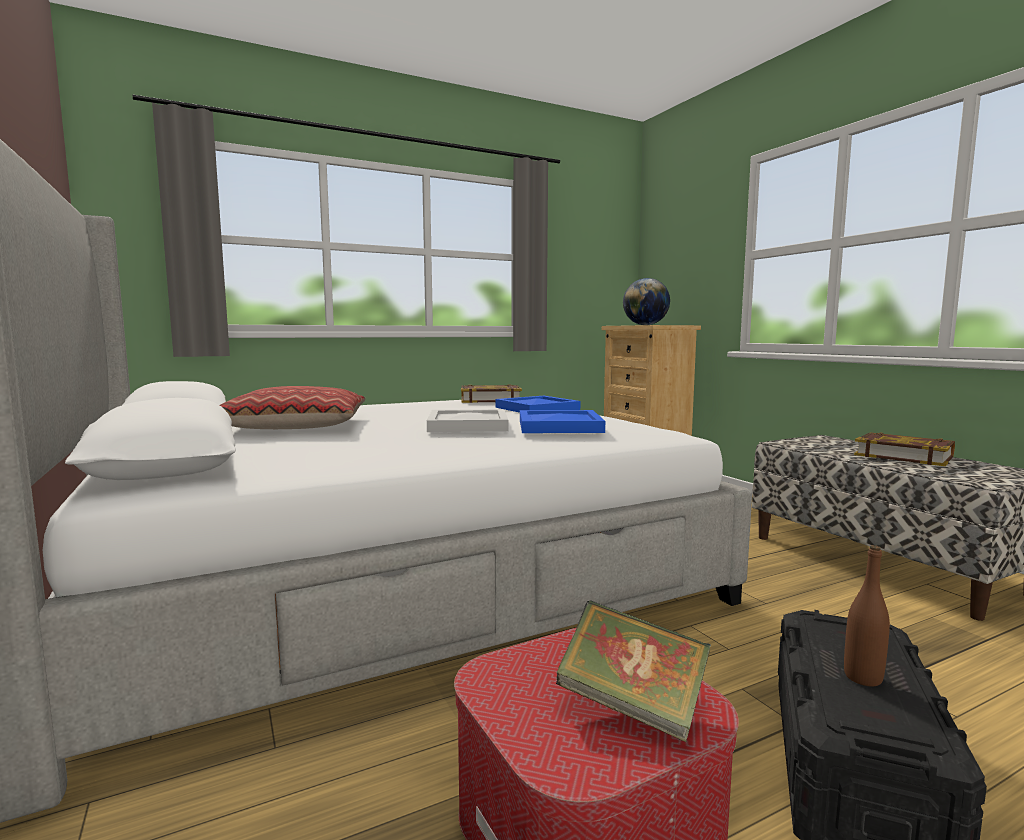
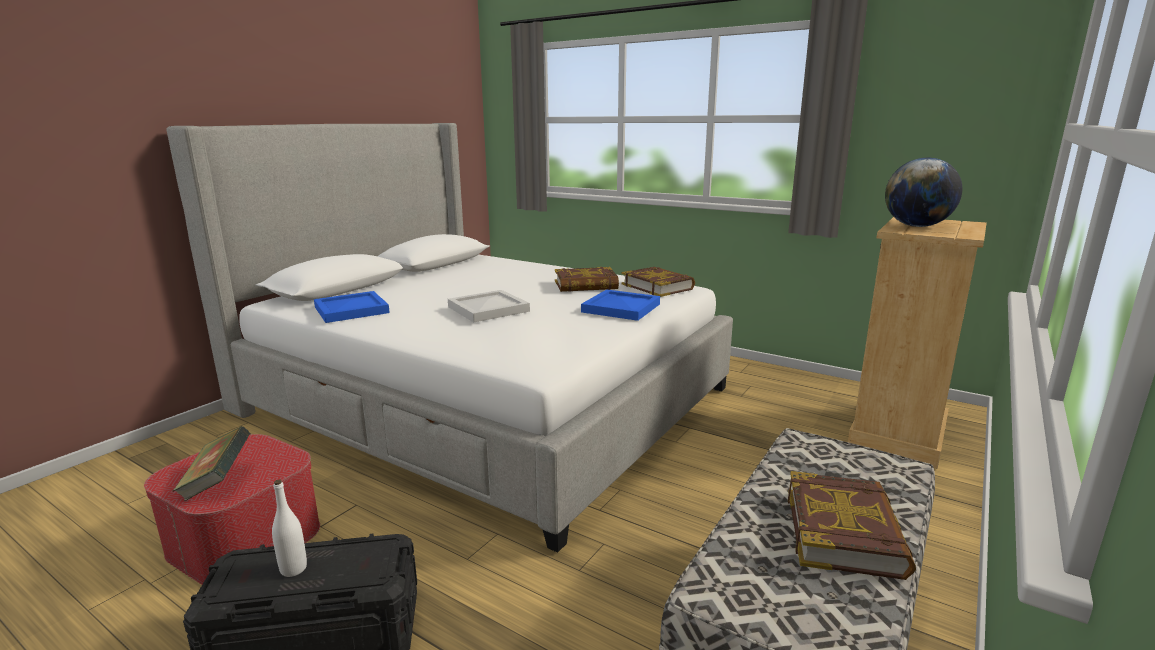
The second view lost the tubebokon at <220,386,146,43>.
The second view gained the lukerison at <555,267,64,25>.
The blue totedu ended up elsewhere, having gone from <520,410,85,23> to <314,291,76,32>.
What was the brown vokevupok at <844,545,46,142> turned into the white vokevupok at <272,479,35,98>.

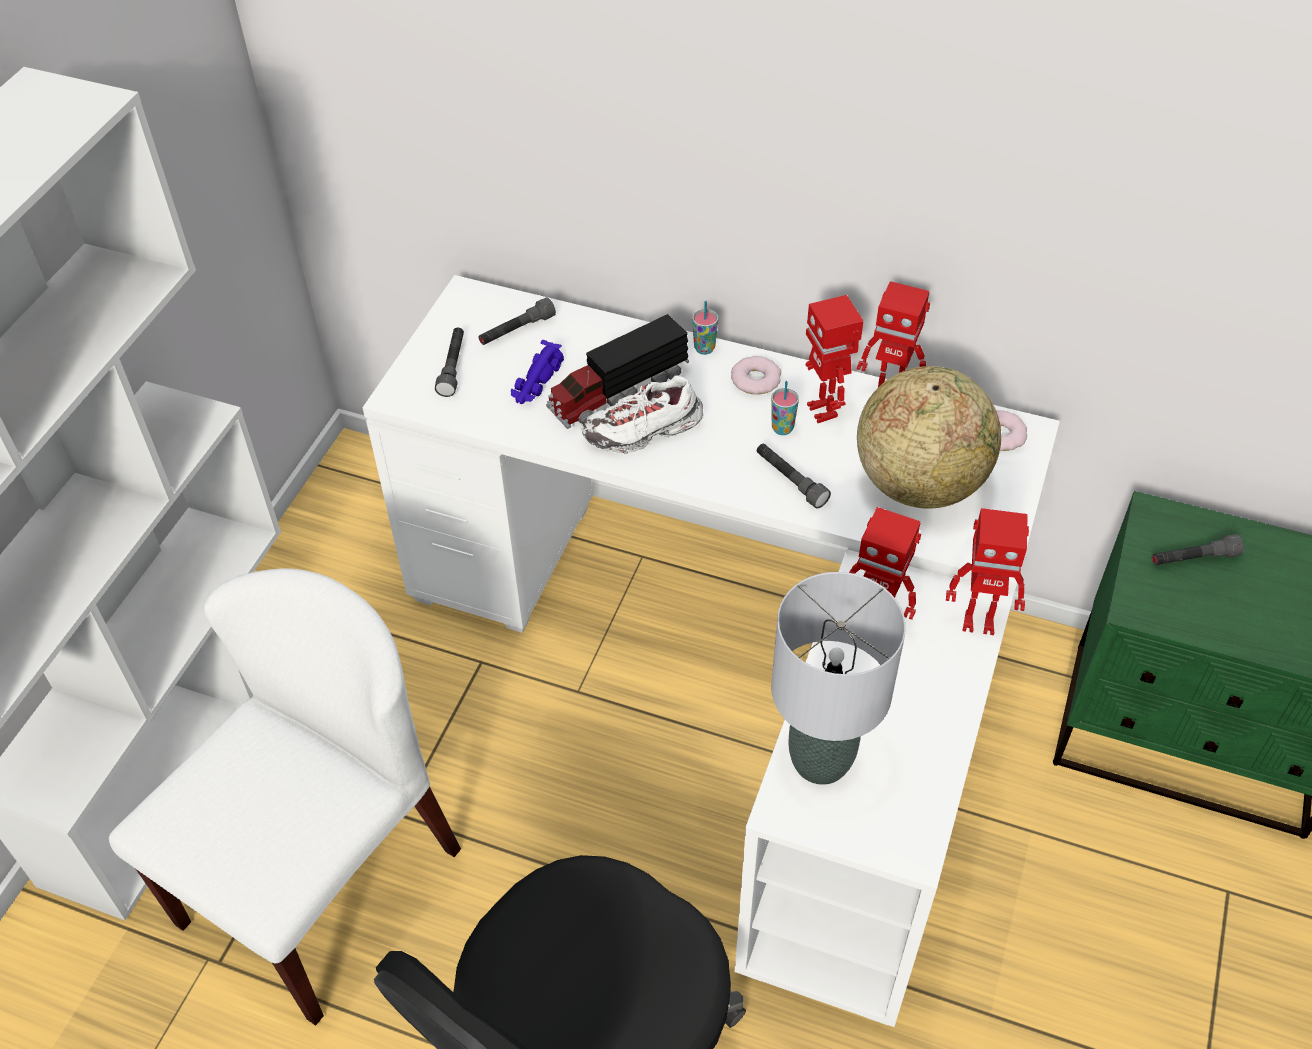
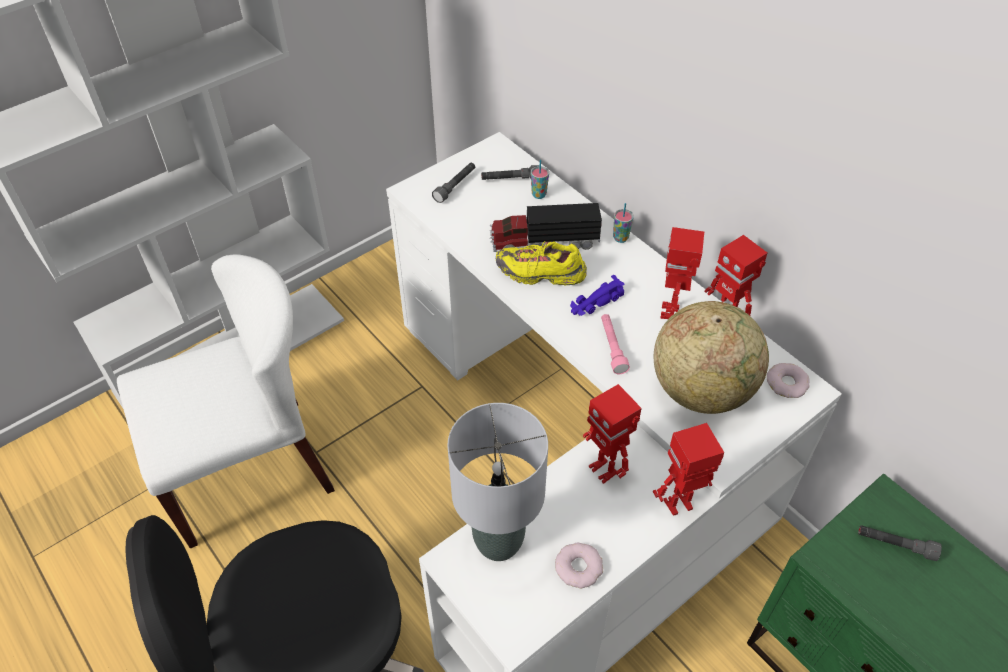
The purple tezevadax ended up elsewhere, having gone from <511,340,53,64> to <570,275,55,41>.
The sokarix ended up elsewhere, having gone from <731,356,50,39> to <555,542,48,46>.
The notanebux ended up elsewhere, having gone from <771,381,28,54> to <531,160,18,39>.
What was the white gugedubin at <580,375,123,79> turned into the yellow gugedubin at <496,241,91,45>.
What was the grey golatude at <757,444,74,64> turned into the pink golatude at <601,314,29,60>.
The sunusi at <946,508,83,127> ended up facing another way, 120 degrees clockwise from before.

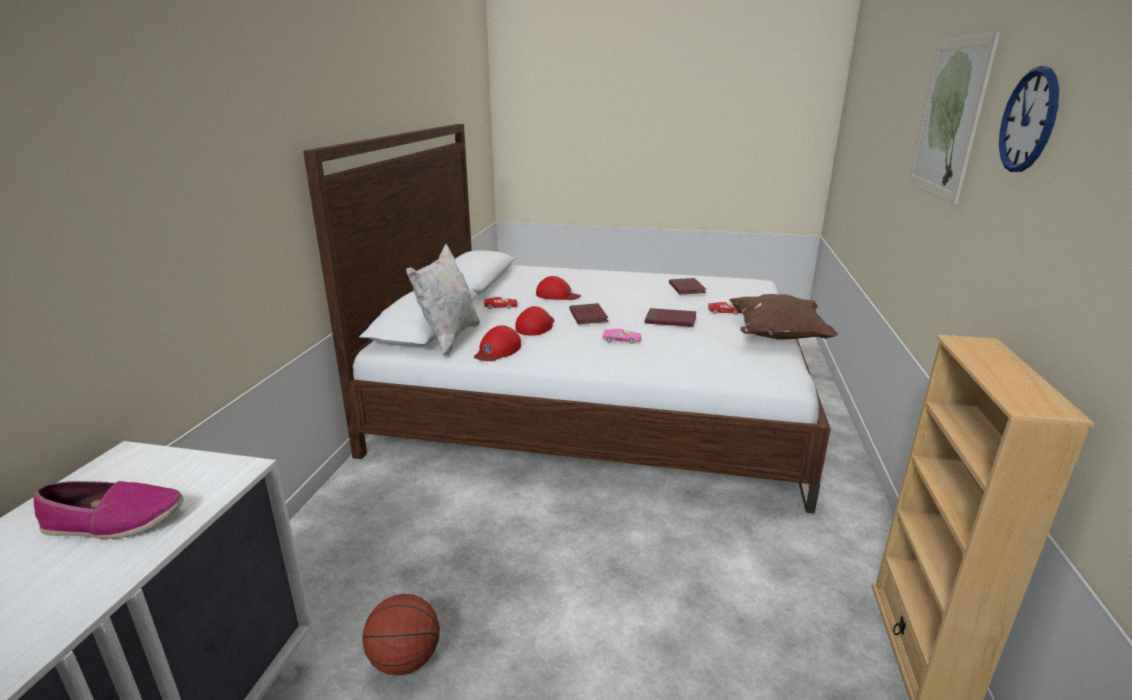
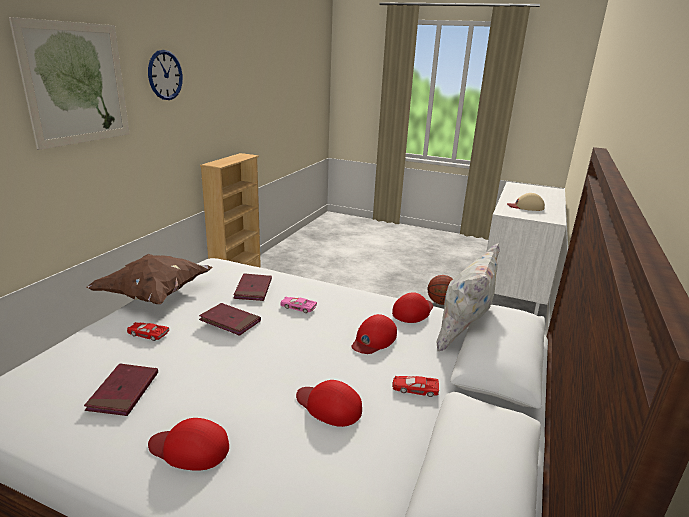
The second view gained the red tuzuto at <148,418,81,53>.
The red lukerison ended up elsewhere, having gone from <569,303,39,22> to <233,273,39,28>.
Where the gugedubin stood at <34,481,150,58>, the beige tuzuto came to stand at <507,193,38,18>.

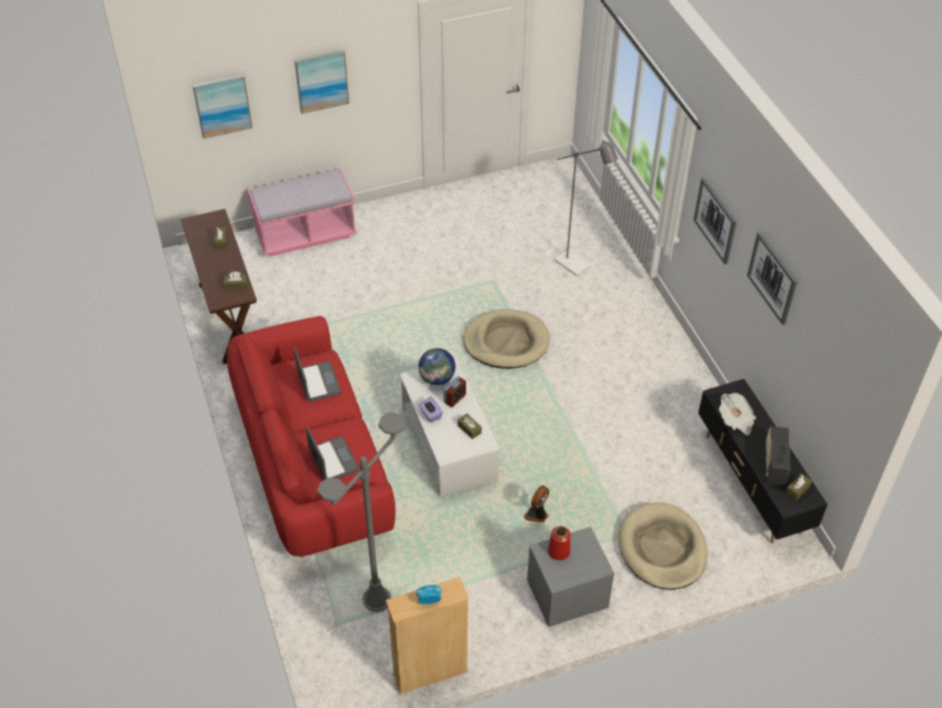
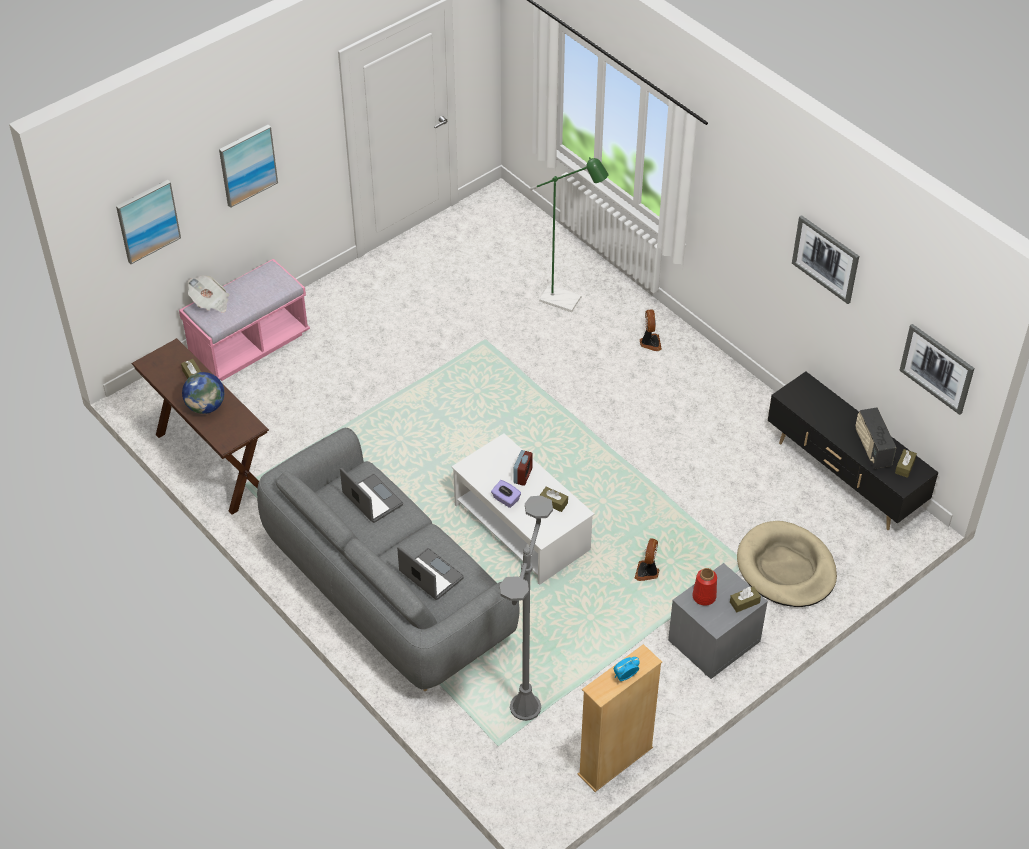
The second view lost the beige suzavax at <464,309,86,60>.
The second view gained the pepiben at <640,310,22,41>.
The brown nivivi ended up elsewhere, having gone from <224,272,23,18> to <730,586,31,26>.
The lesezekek ended up elsewhere, having gone from <418,348,38,37> to <182,372,42,42>.
The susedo ended up elsewhere, having gone from <694,177,43,87> to <899,324,75,91>.
The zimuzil ended up elsewhere, having gone from <719,393,37,42> to <188,275,41,38>.
What was the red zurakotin at <227,316,169,242> turned into the grey zurakotin at <257,428,262,263>.
What was the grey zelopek at <554,140,64,136> turned into the green zelopek at <530,157,78,155>.

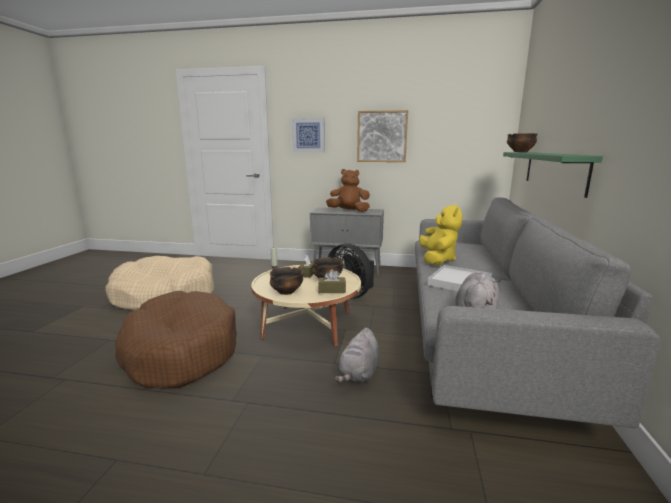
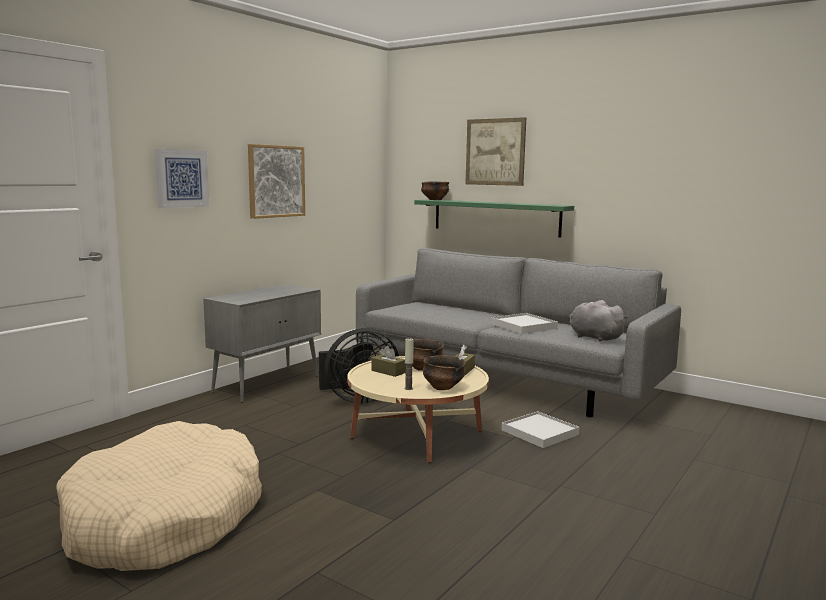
The second view lost the brown suzavax at <115,291,122,98>.
The second view lost the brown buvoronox at <326,169,44,43>.
The second view lost the yellow buvoronox at <419,204,43,61>.
The second view gained the susedo at <465,117,61,69>.
Where the grey buvoronox stood at <334,328,46,55>, the white totedu came to stand at <502,411,78,37>.

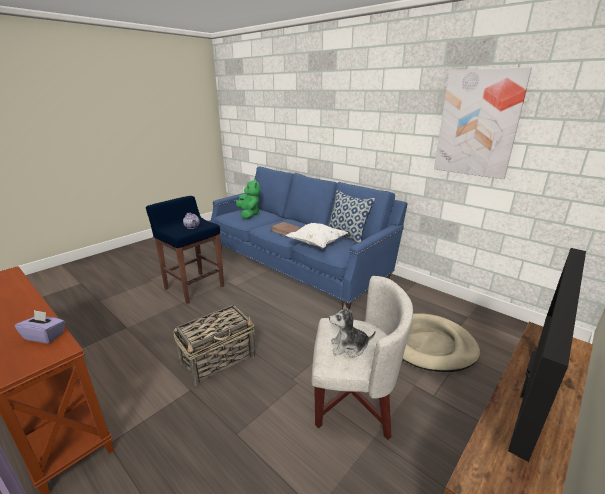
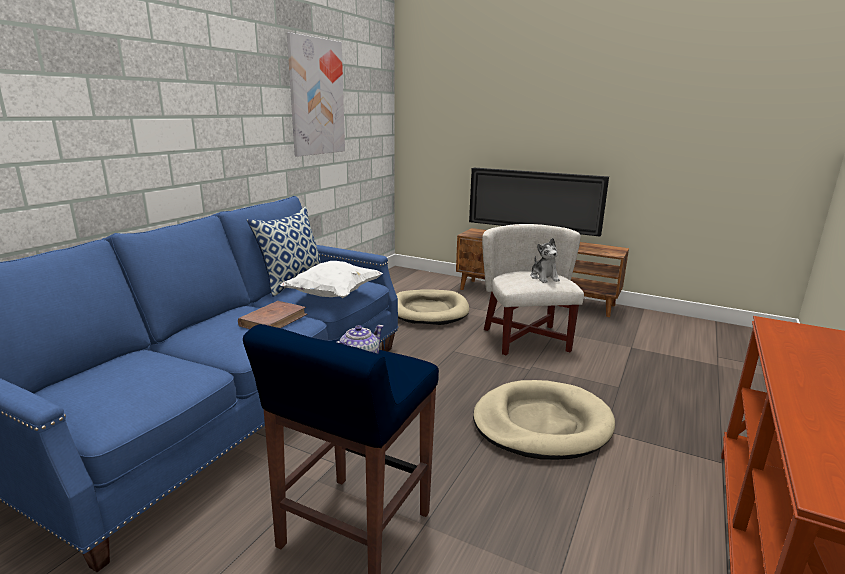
The second view lost the purple nivivi at <15,310,50,34>.
The second view lost the green buvoronox at <236,179,24,40>.
Where the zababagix stood at <173,305,82,81>, the beige suzavax came to stand at <473,380,142,80>.

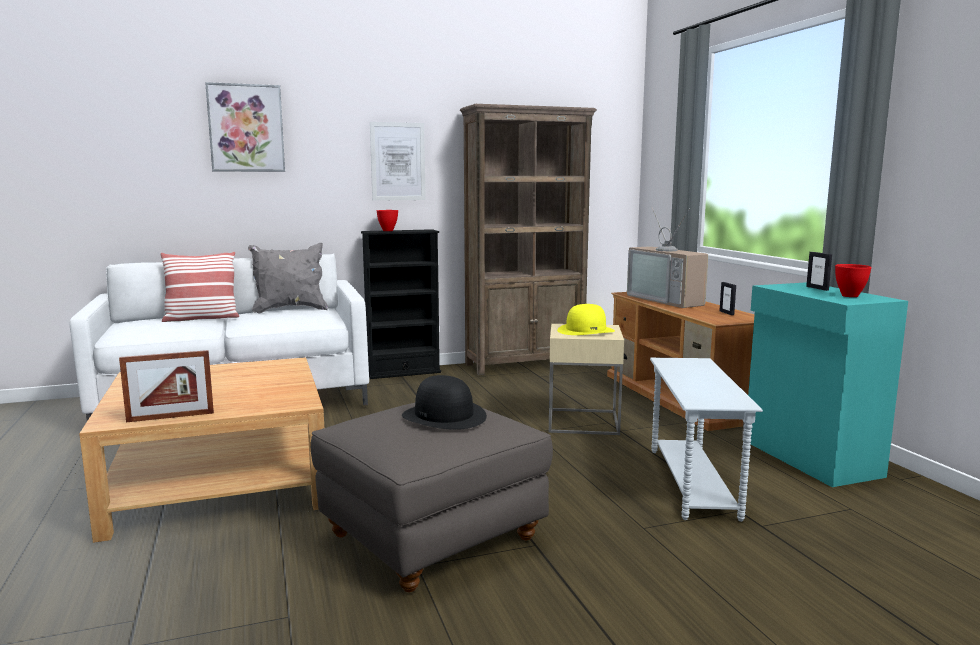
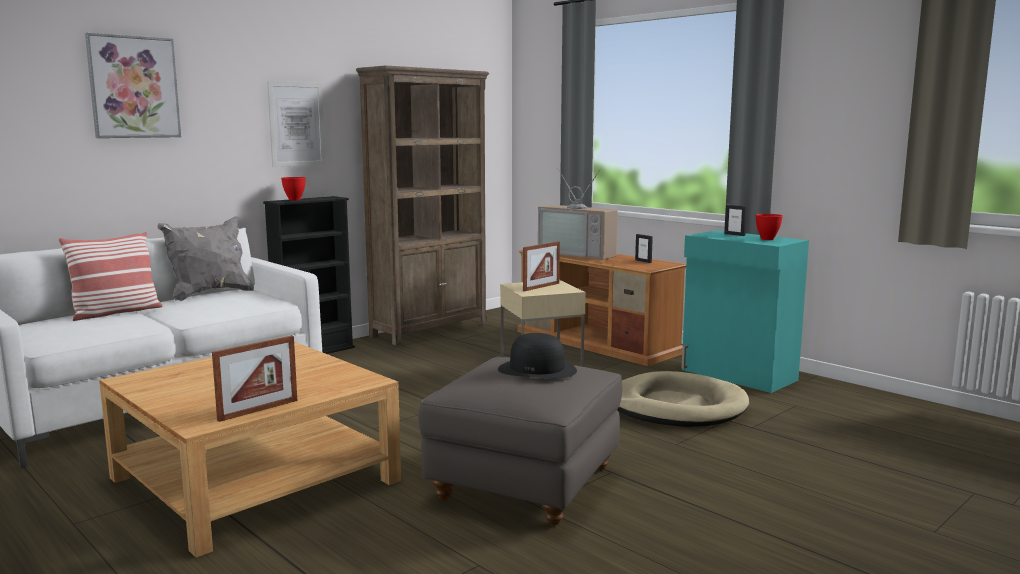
Where the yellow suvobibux stood at <557,304,58,31>, the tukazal came to stand at <523,242,37,49>.
Where the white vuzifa stood at <650,358,113,164>, the beige suzavax came to stand at <617,371,132,56>.

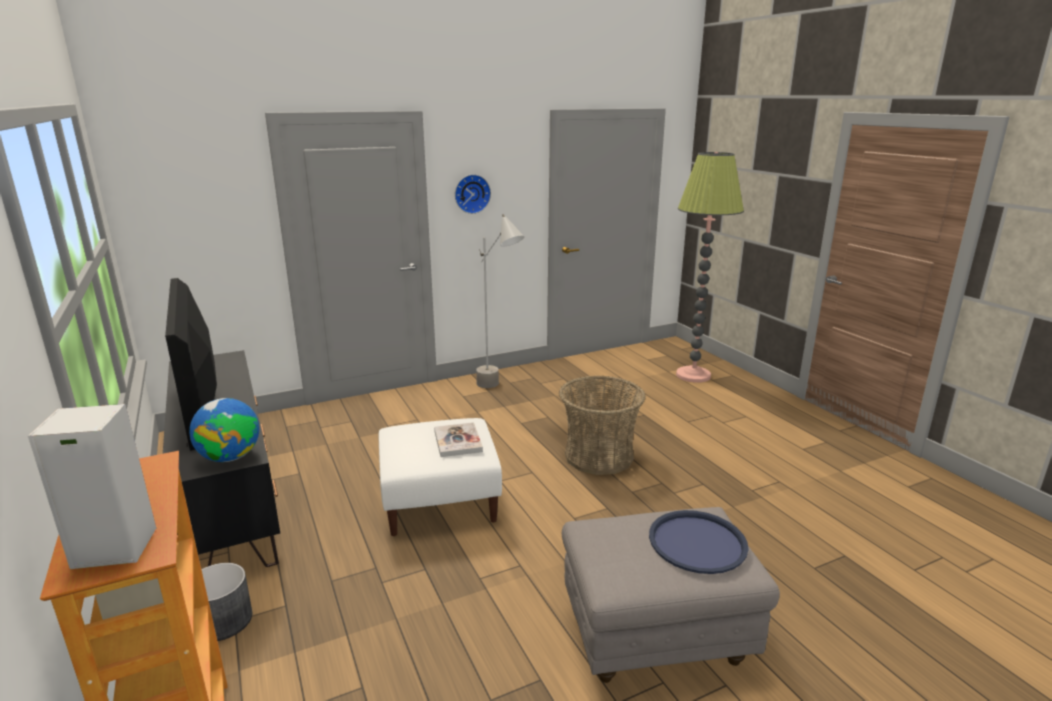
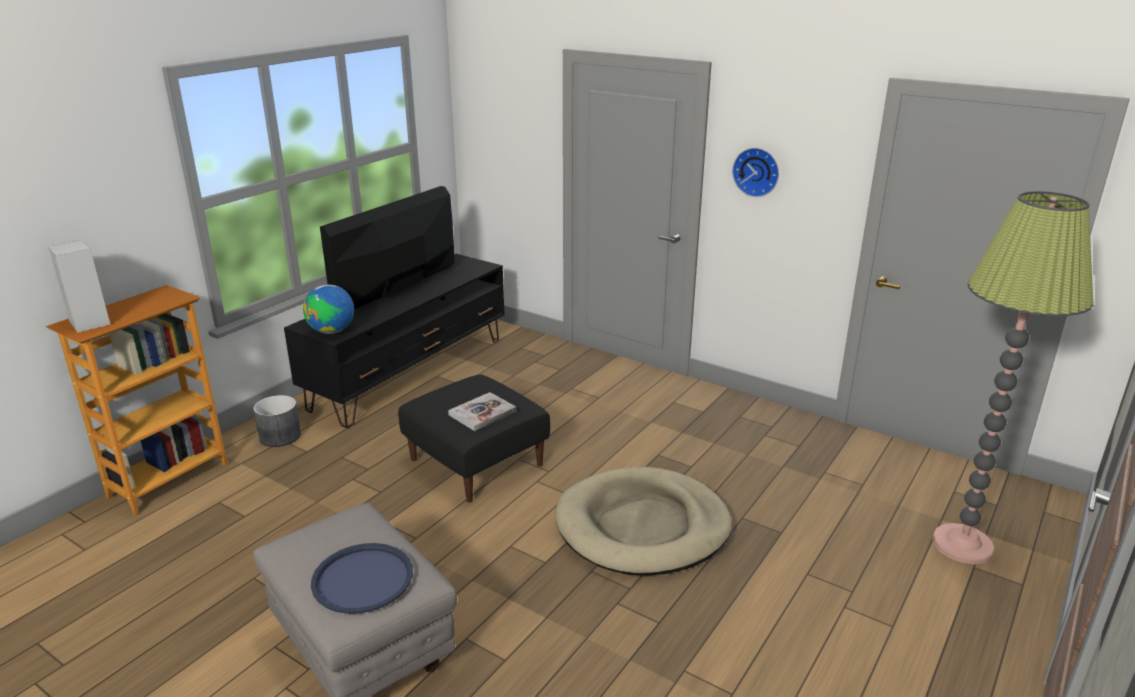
The second view lost the grey zelopek at <476,214,48,174>.
Where the zababagix stood at <559,376,87,99>, the beige suzavax came to stand at <555,467,177,109>.
What was the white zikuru at <379,418,123,118> turned into the black zikuru at <398,374,152,129>.

